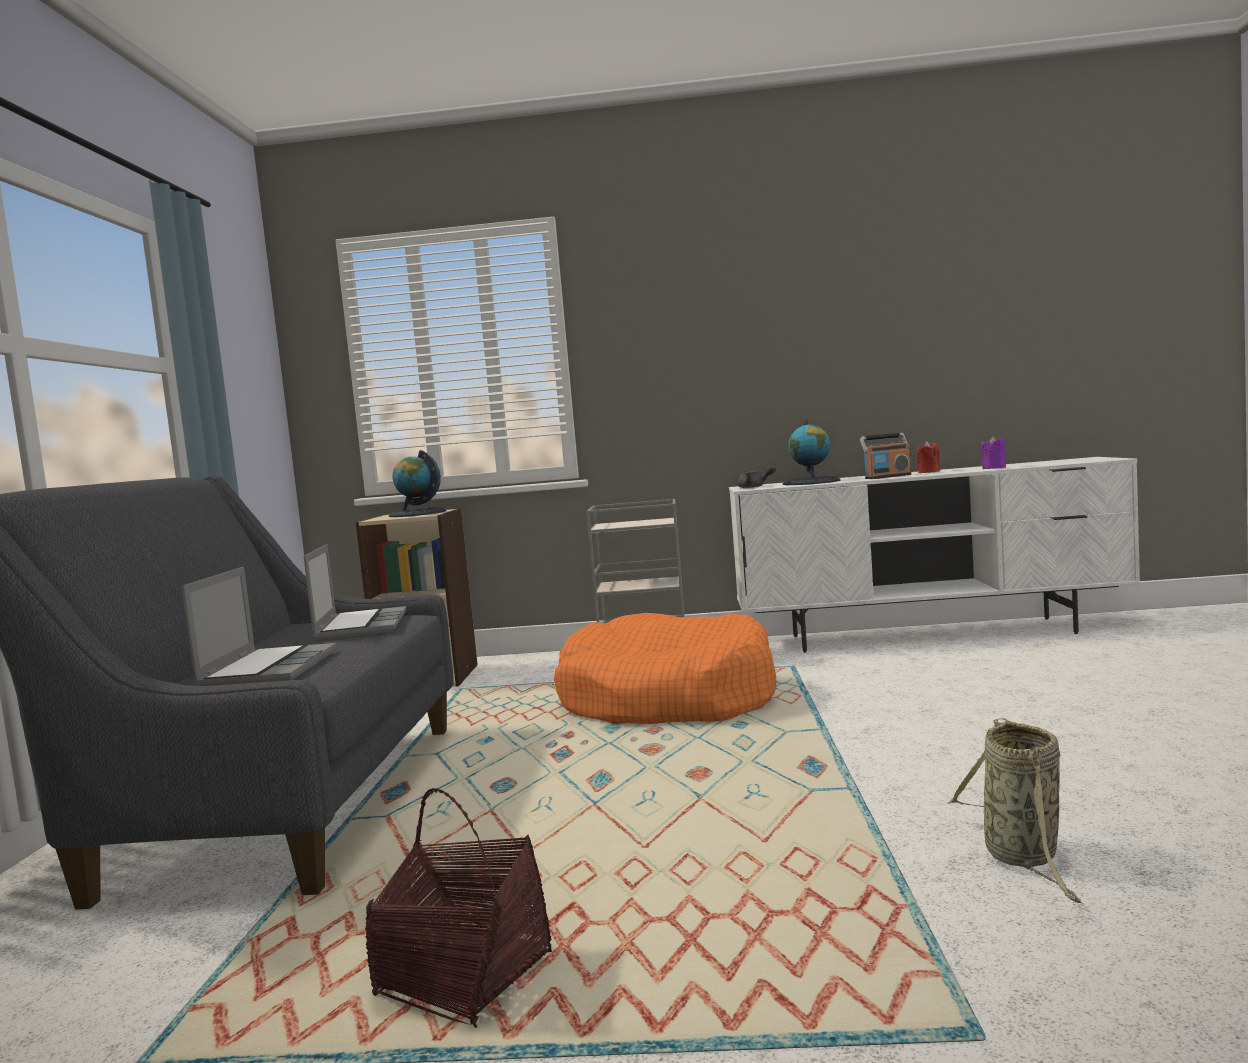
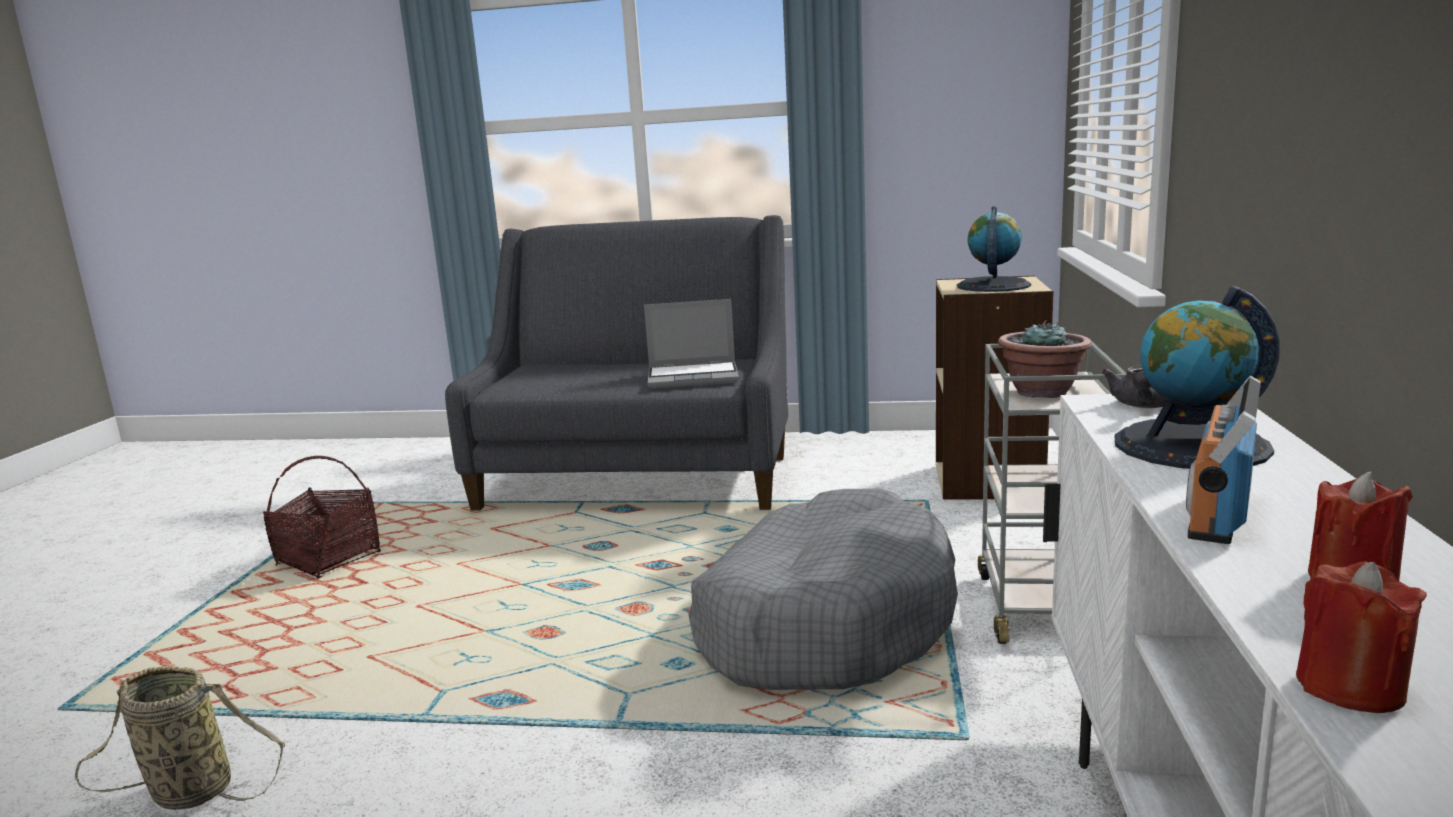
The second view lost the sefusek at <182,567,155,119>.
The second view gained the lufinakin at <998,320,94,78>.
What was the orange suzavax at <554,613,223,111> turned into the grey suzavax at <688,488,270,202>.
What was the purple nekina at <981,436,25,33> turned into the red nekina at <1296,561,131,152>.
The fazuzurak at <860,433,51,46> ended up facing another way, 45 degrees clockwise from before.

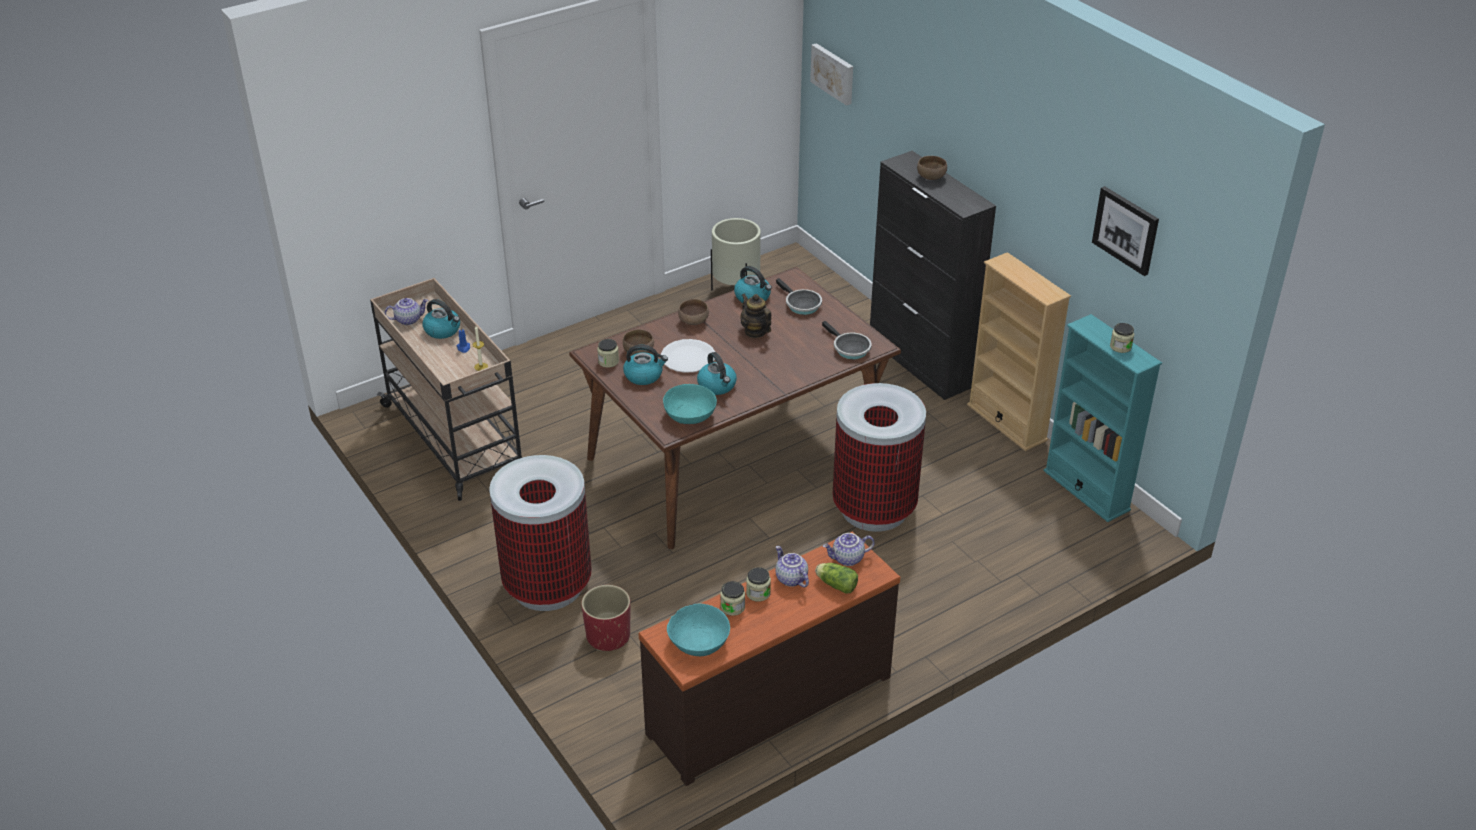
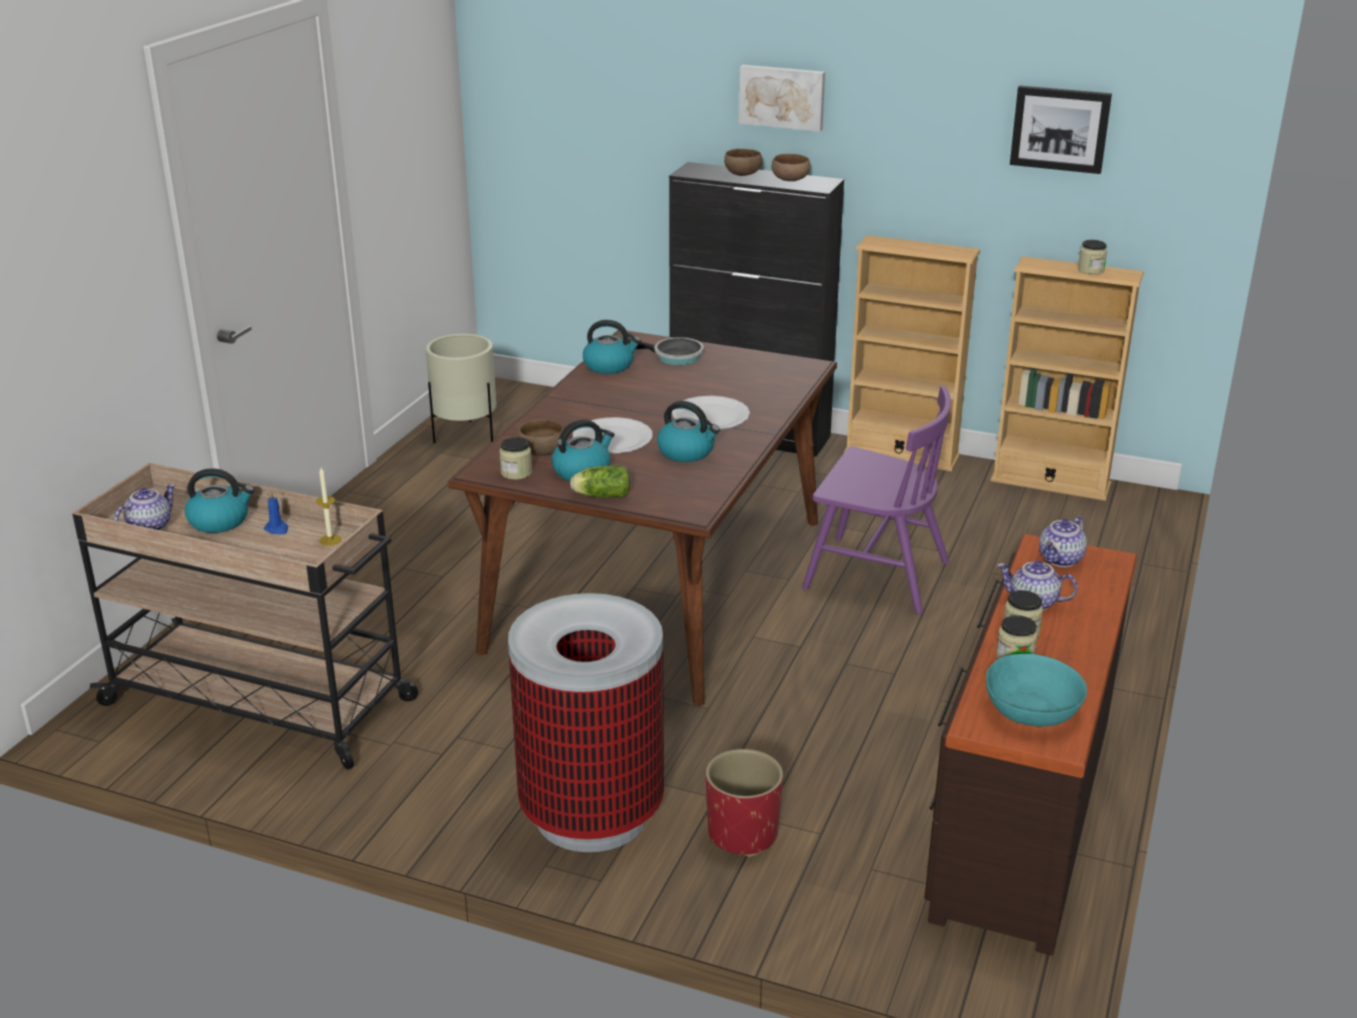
The second view lost the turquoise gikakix at <663,384,54,40>.
The second view lost the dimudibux at <740,293,31,45>.
The second view lost the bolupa at <822,321,50,38>.
The second view gained the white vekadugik at <672,396,78,33>.
The brown gikakix ended up elsewhere, having gone from <678,299,31,26> to <772,154,38,27>.
The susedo ended up elsewhere, having gone from <810,43,43,63> to <739,65,86,67>.
The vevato ended up elsewhere, having gone from <815,563,43,31> to <570,465,60,33>.
Where the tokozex stood at <833,383,93,149>, the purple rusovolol came to stand at <802,386,149,228>.
What was the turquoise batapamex at <1043,314,119,208> turned into the beige batapamex at <991,256,153,245>.

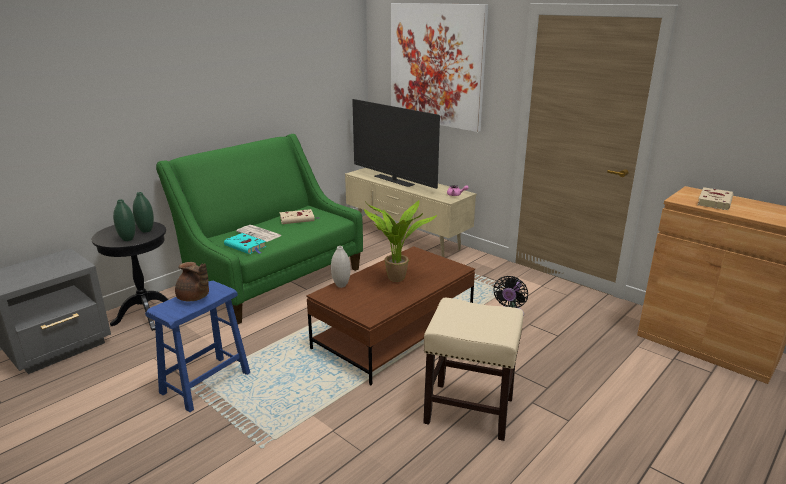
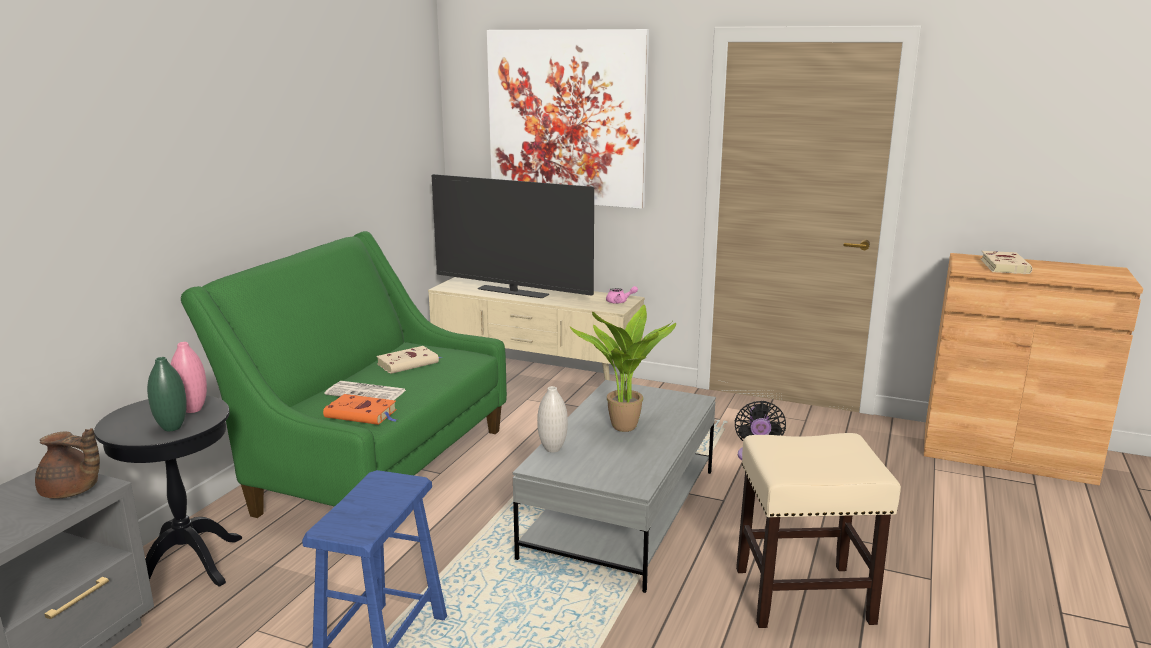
The brown dimudibux ended up elsewhere, having gone from <175,262,34,39> to <35,428,65,71>.
What was the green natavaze at <133,192,21,41> turned into the pink natavaze at <171,342,36,71>.
What was the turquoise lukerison at <224,233,42,21> turned into the orange lukerison at <323,394,74,31>.
What was the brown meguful at <306,246,169,139> turned into the grey meguful at <513,380,203,213>.

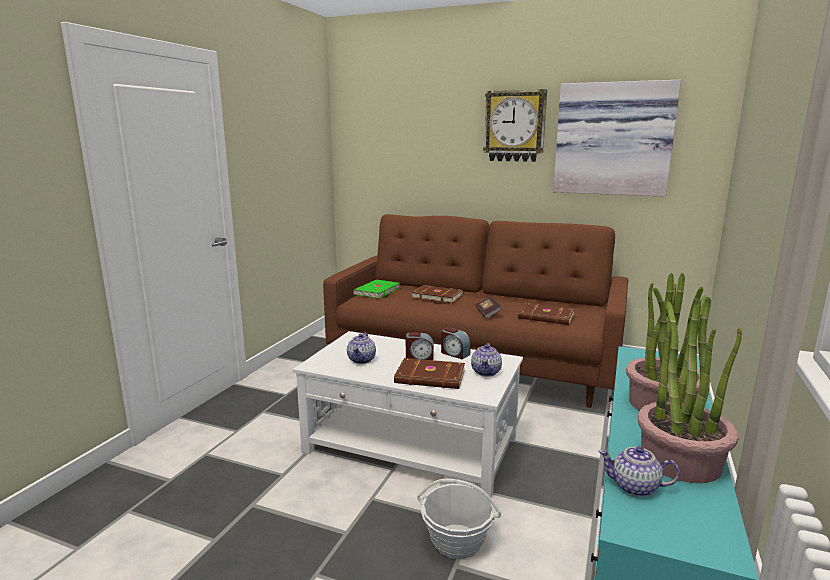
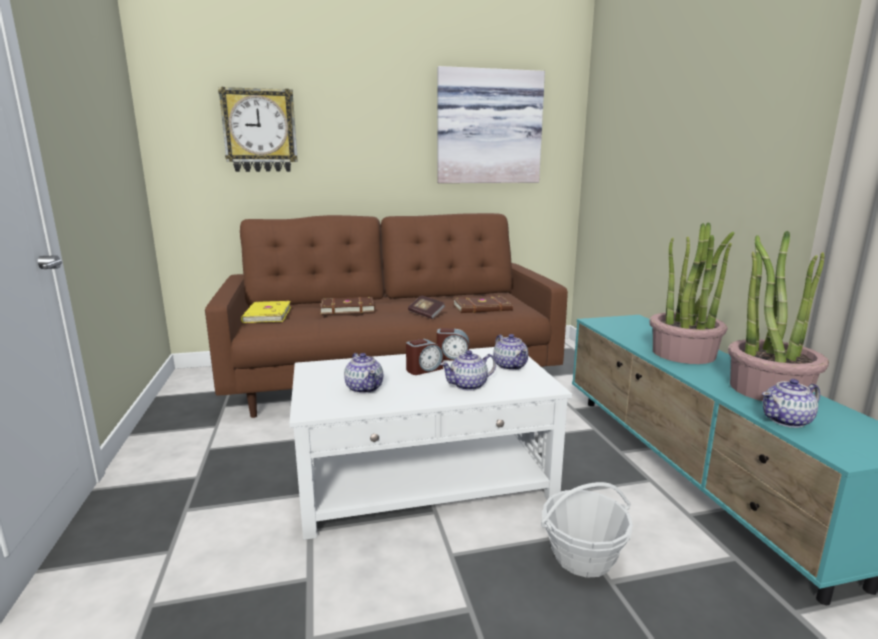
The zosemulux ended up elsewhere, having gone from <483,89,64,73> to <218,87,80,85>.
Where the brown lukerison stood at <394,358,71,31>, the dimudibux came to stand at <440,350,56,41>.
What was the green lukerison at <353,280,47,19> turned into the yellow lukerison at <241,301,50,22>.

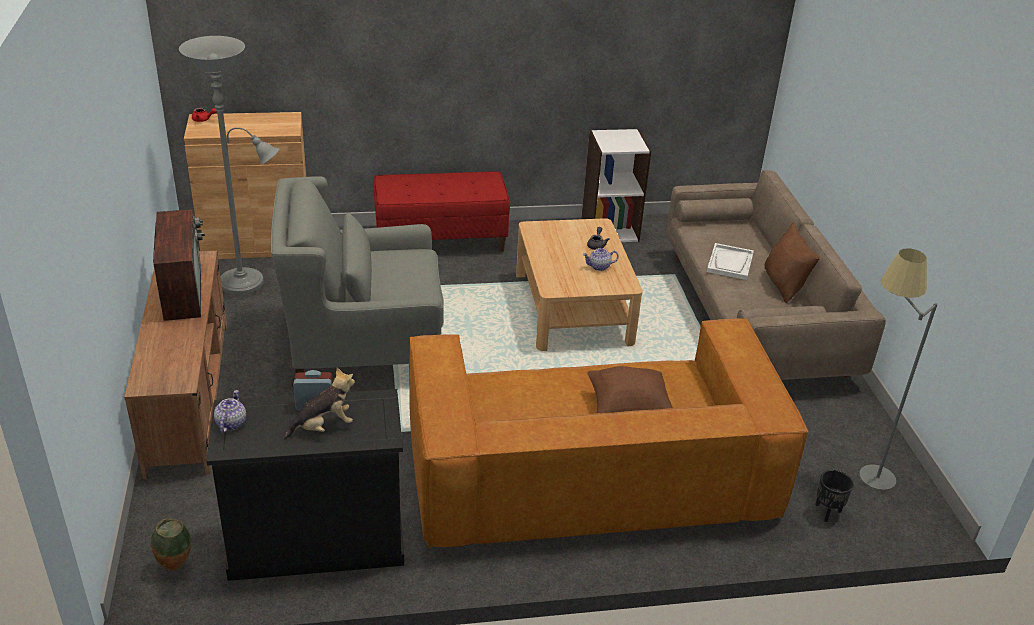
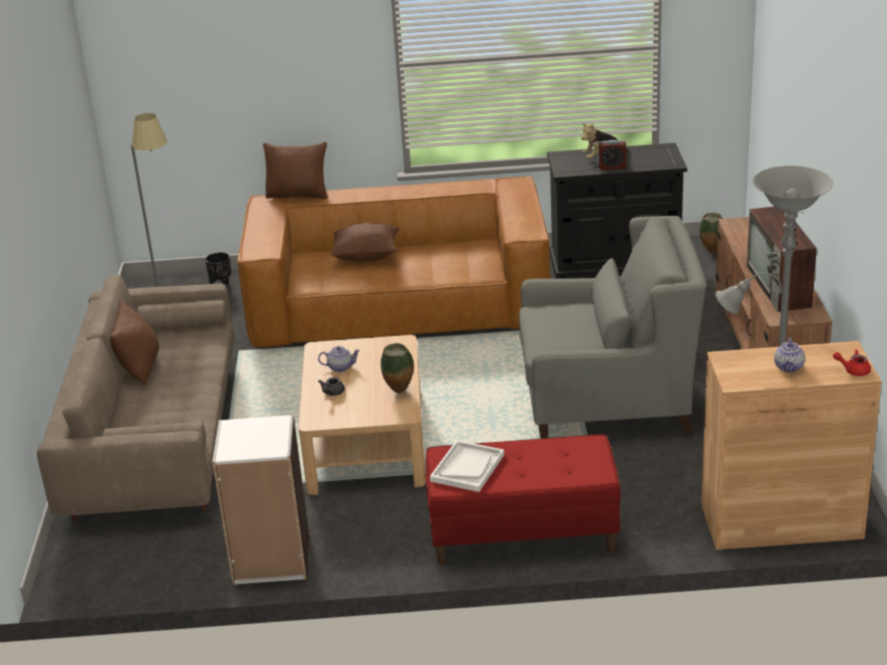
The second view gained the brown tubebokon at <263,142,64,57>.
The second view gained the natavaze at <381,343,33,50>.
The dimudibux ended up elsewhere, having gone from <214,390,32,43> to <774,337,31,35>.
The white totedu ended up elsewhere, having gone from <707,243,47,37> to <430,440,74,52>.

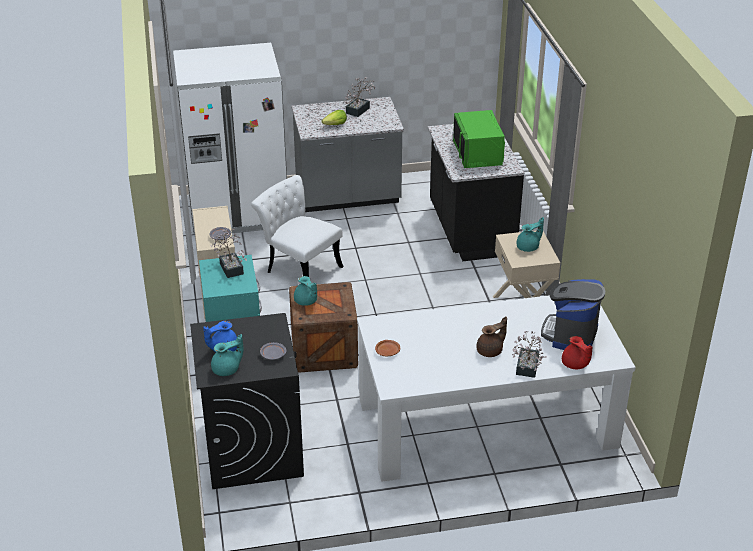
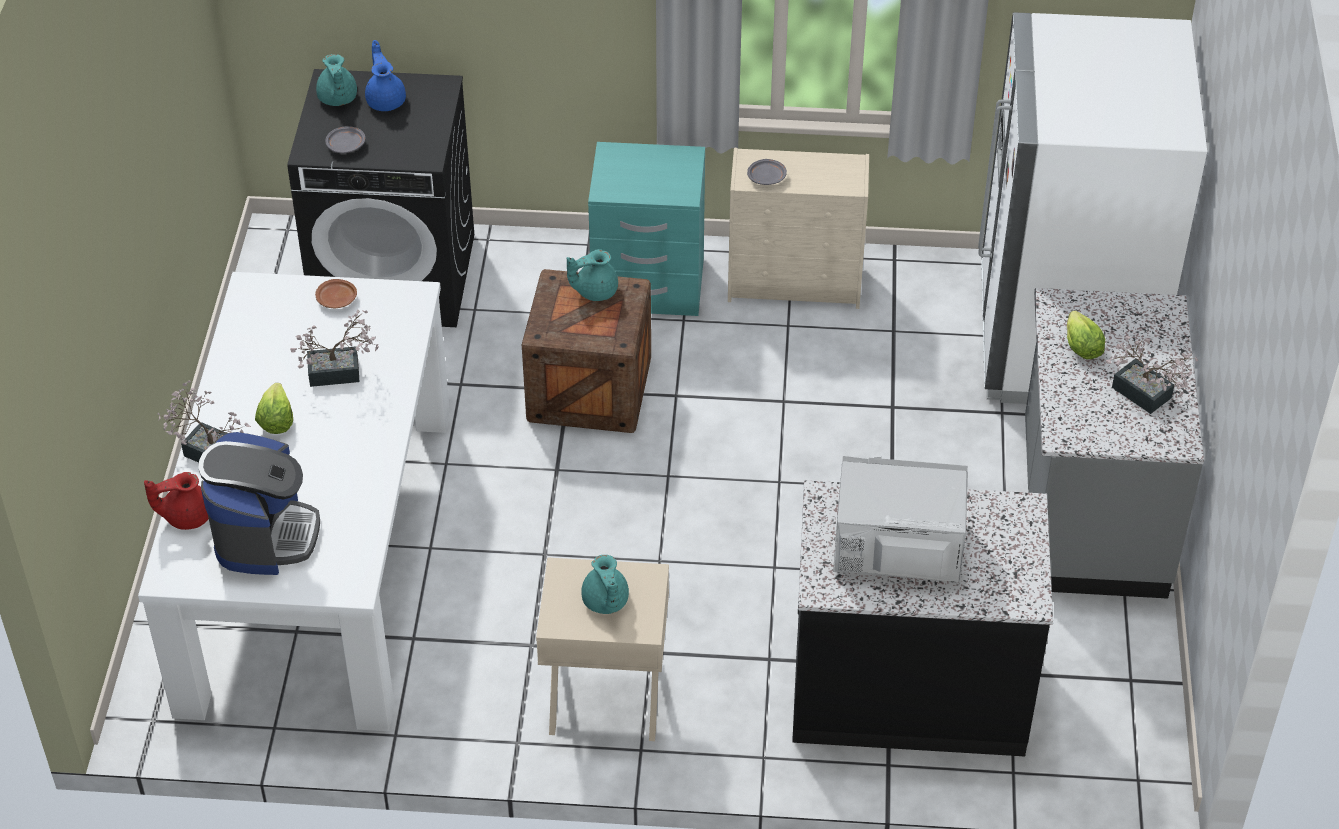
The second view lost the white rusovolol at <251,175,92,102>.
The lufinakin ended up elsewhere, having gone from <210,228,37,50> to <290,310,89,77>.
Where the brown dimudibux stood at <477,316,30,41>, the vevato came to stand at <255,383,38,51>.
What was the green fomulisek at <453,110,52,58> turned into the grey fomulisek at <833,456,135,126>.
The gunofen at <541,279,64,71> ended up facing another way, 60 degrees clockwise from before.

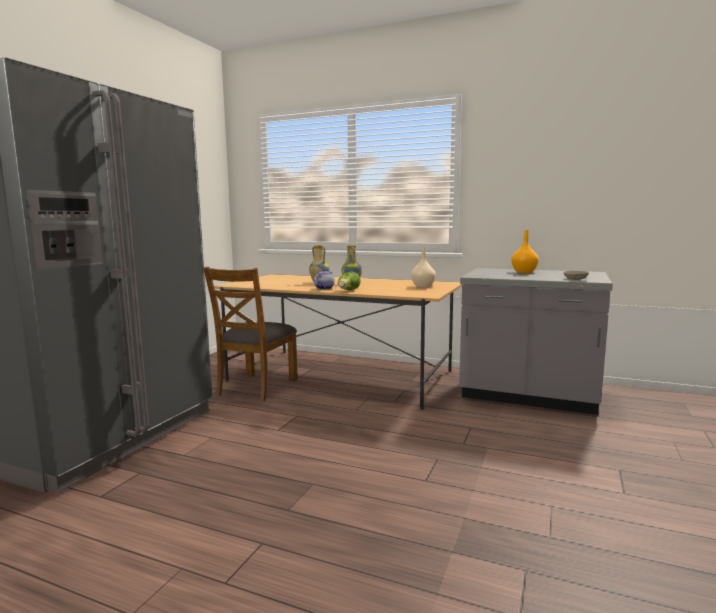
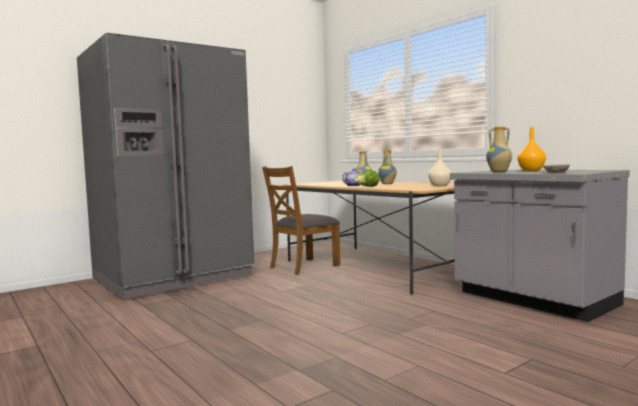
The second view gained the natavaze at <486,127,26,45>.

